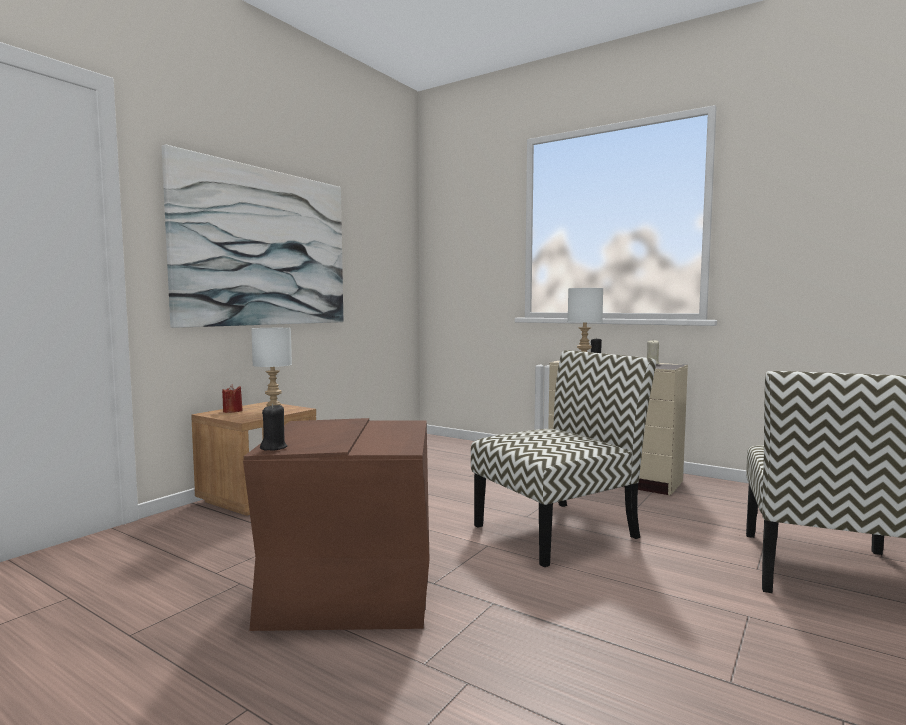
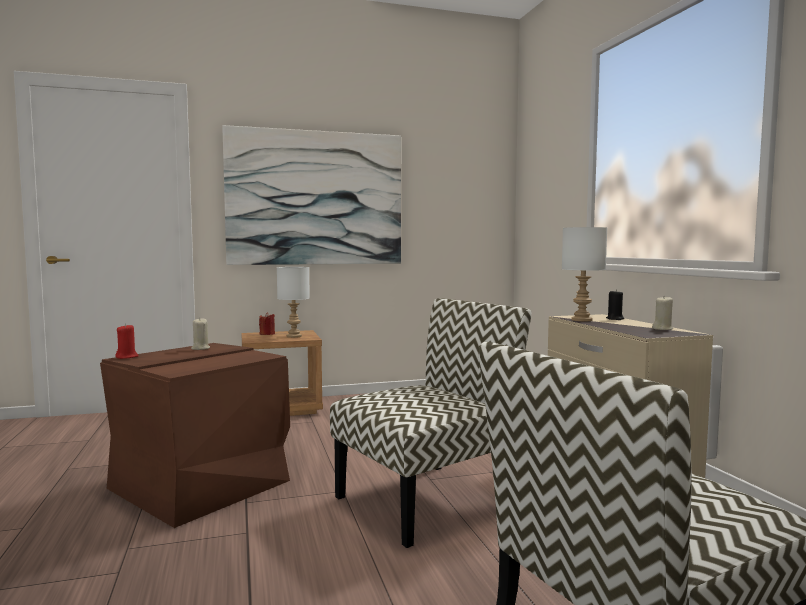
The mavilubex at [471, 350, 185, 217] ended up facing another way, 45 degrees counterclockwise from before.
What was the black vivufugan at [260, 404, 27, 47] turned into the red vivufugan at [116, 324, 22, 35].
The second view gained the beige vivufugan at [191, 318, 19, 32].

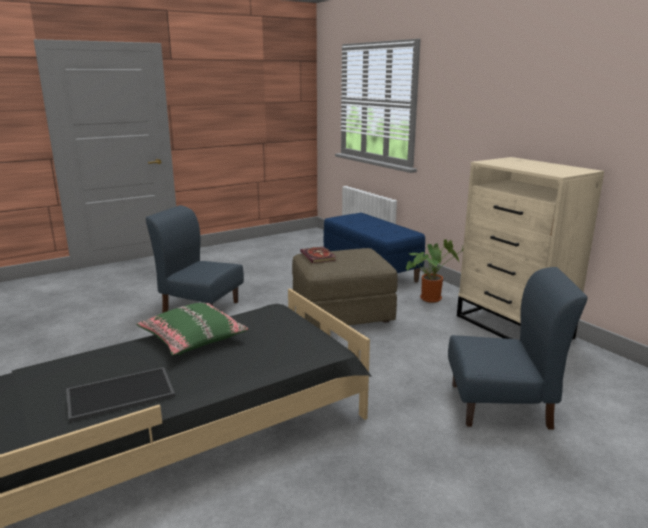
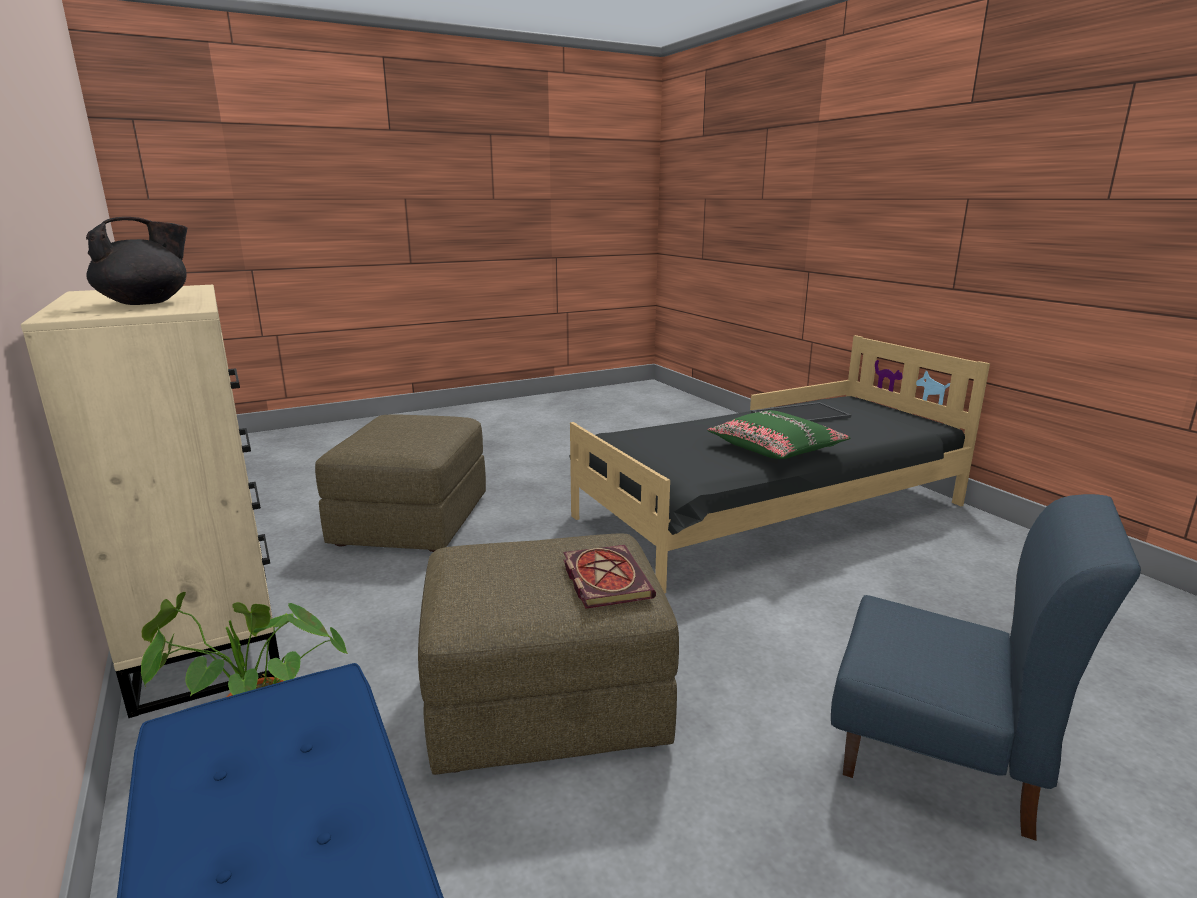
Where the blue mavilubex stood at [448, 267, 140, 162], the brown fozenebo came to stand at [315, 415, 171, 137].
The second view gained the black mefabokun at [86, 217, 101, 88].

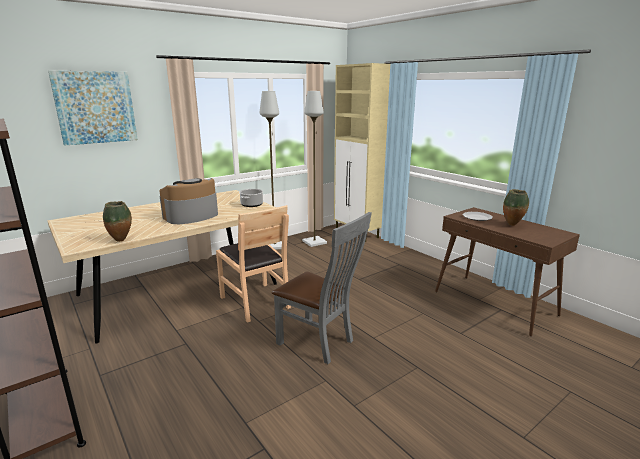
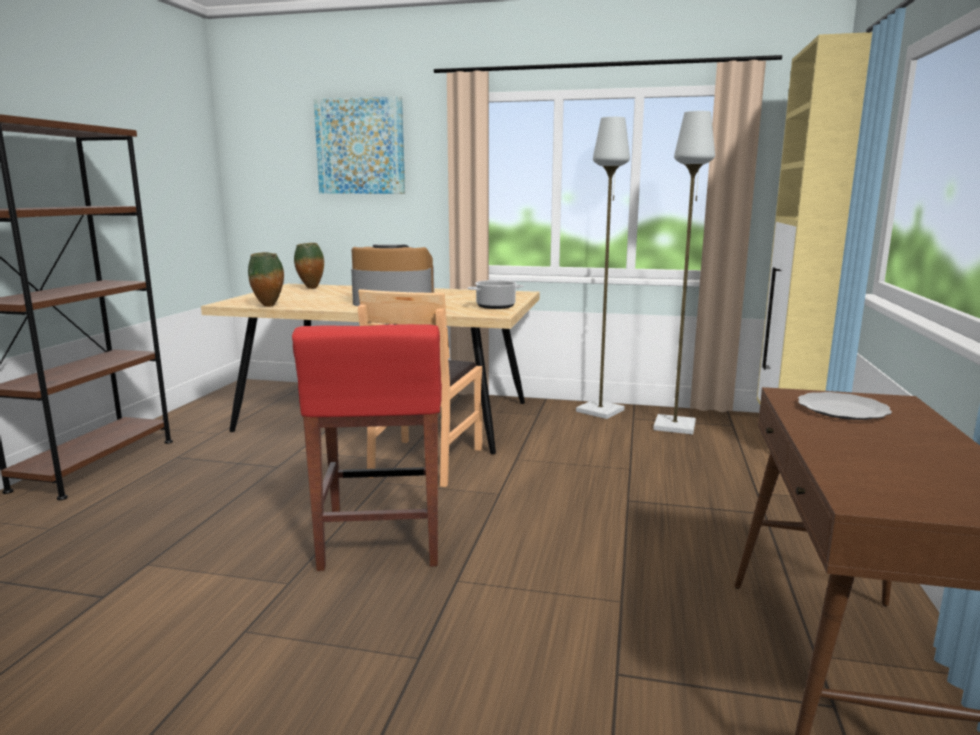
The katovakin ended up elsewhere, having gone from [503, 189, 26, 37] to [294, 243, 30, 46].
Where the grey mavilubex stood at [272, 212, 100, 152], the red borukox came to stand at [292, 324, 150, 247].

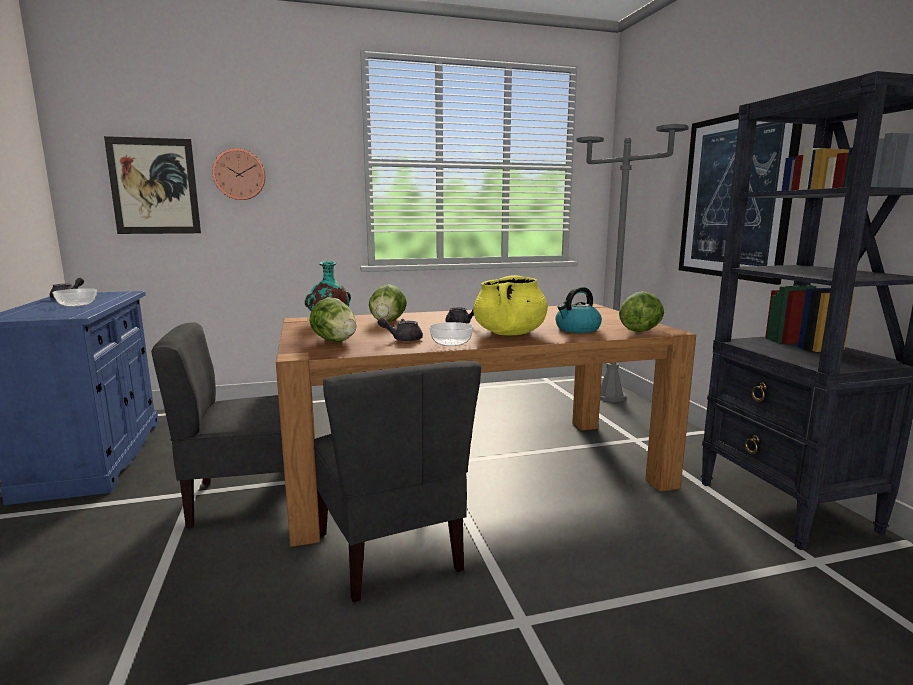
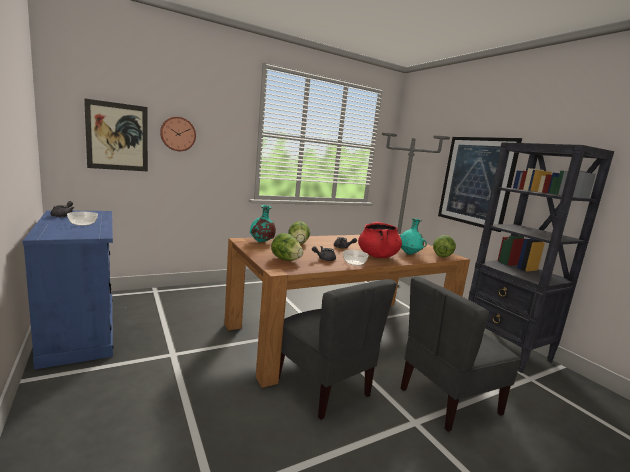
What was the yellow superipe at [473, 275, 75, 60] turned into the red superipe at [358, 222, 44, 36].
Where the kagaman stood at [556, 287, 46, 46], the turquoise katovakin came to stand at [399, 218, 28, 37].
The grey mavilubex ended up elsewhere, having gone from [151, 322, 133, 207] to [401, 276, 120, 156].

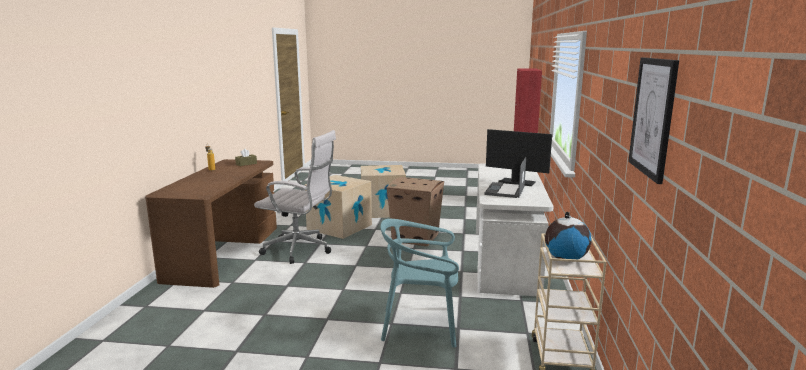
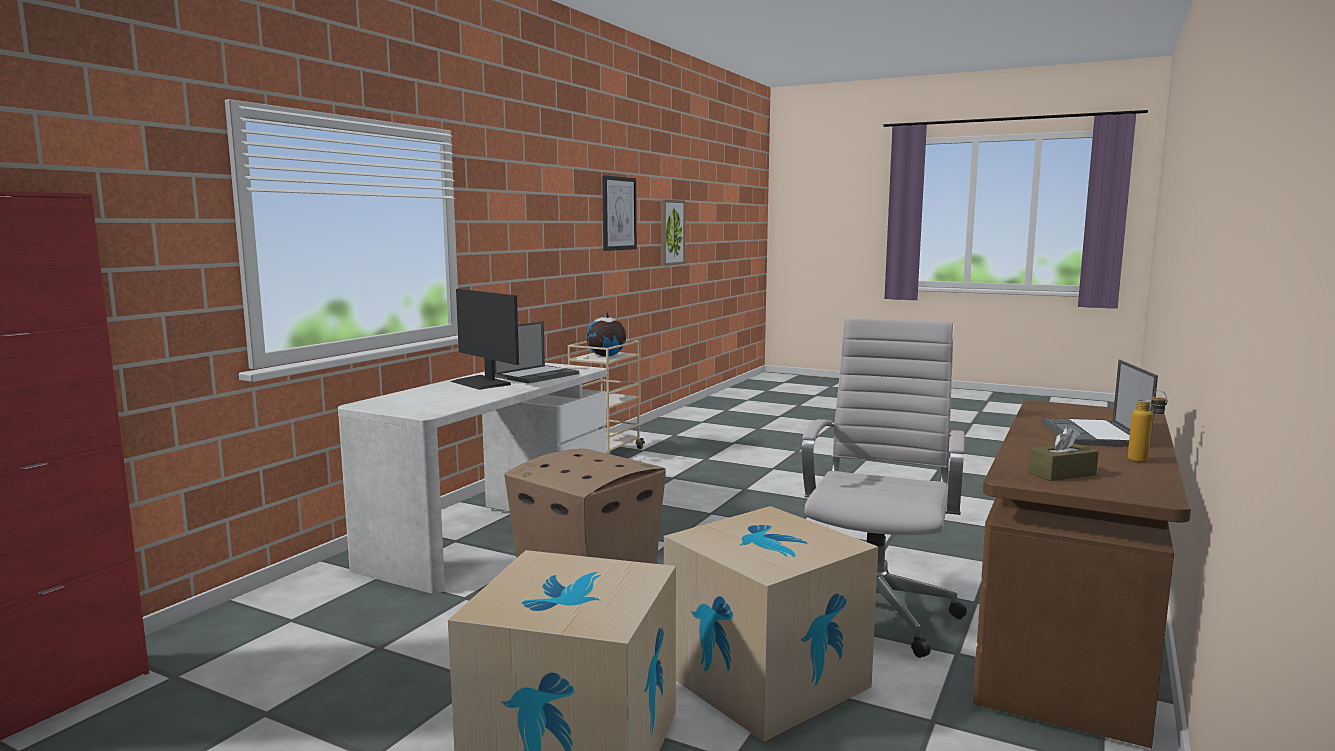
The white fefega at [254, 130, 82, 134] ended up facing another way, 75 degrees clockwise from before.
The second view lost the turquoise mavilubex at [380, 219, 79, 128].
The second view gained the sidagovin at [661, 200, 24, 66].
The second view gained the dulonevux at [1041, 359, 117, 88].

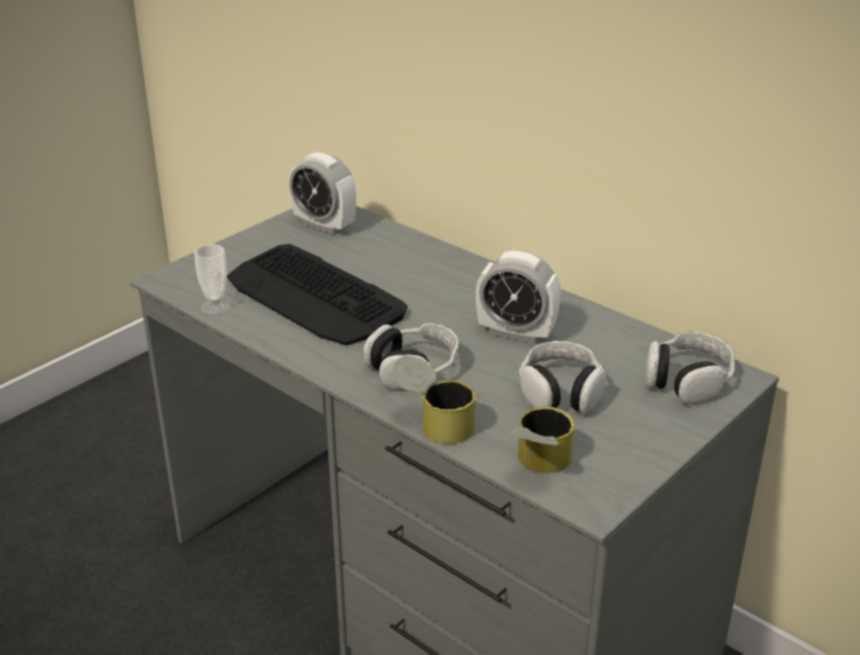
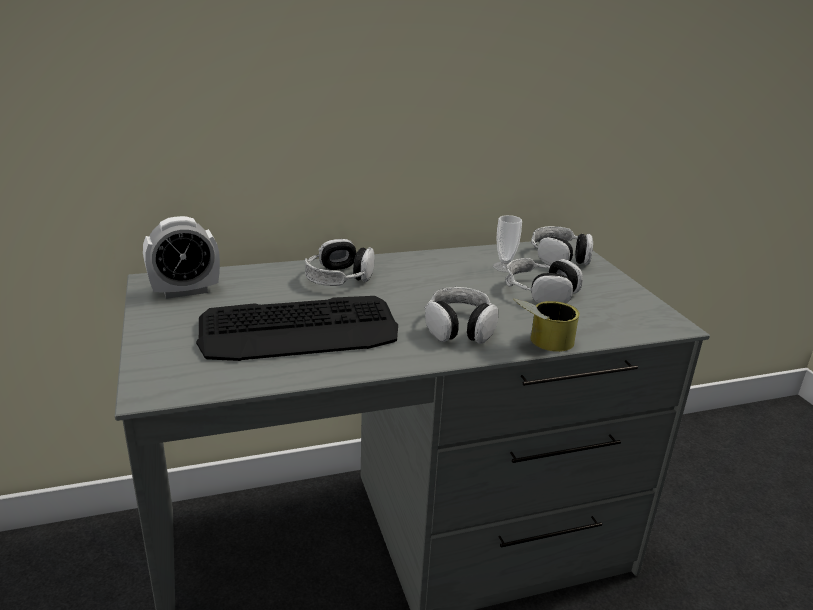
The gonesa ended up elsewhere, having gone from [194, 244, 37, 71] to [493, 215, 29, 57].
The second view lost the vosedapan at [476, 251, 85, 93].
The second view lost the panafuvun at [510, 407, 65, 66].
The second view gained the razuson at [305, 239, 70, 47].

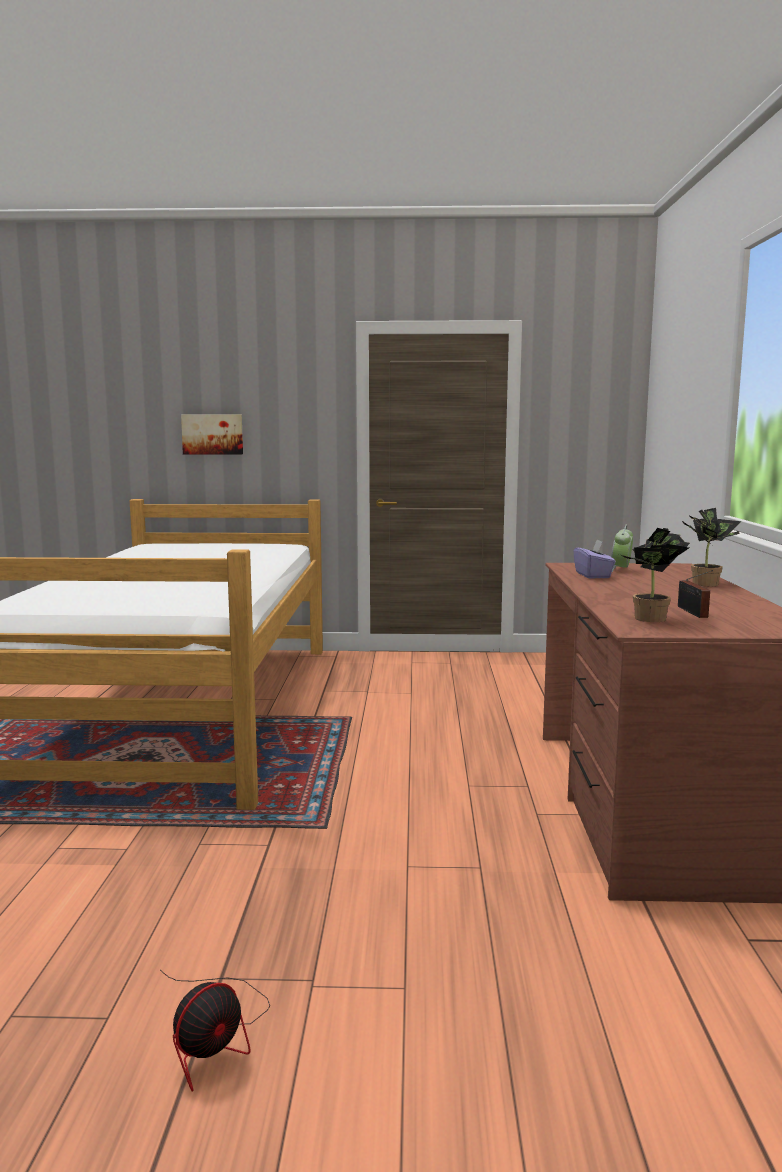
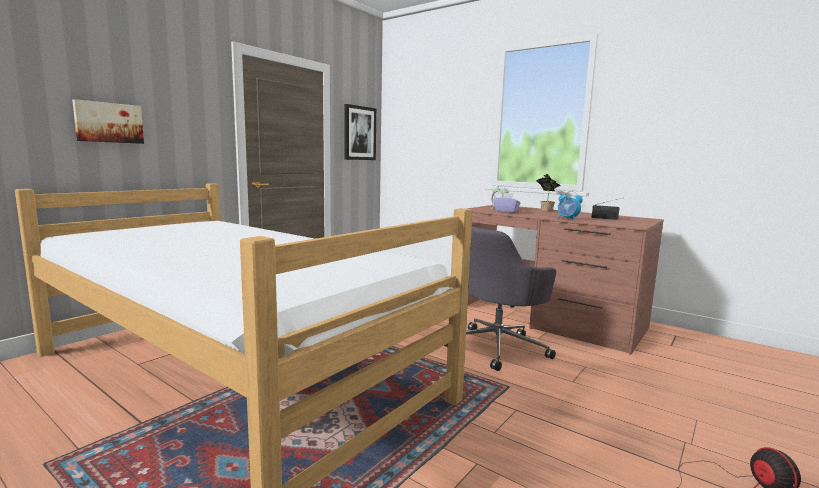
The second view lost the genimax at [619, 528, 71, 94].
The second view gained the sidagovin at [345, 104, 31, 56].
The second view gained the vosedapan at [558, 191, 25, 29].
The second view gained the grey fefega at [444, 227, 112, 144].

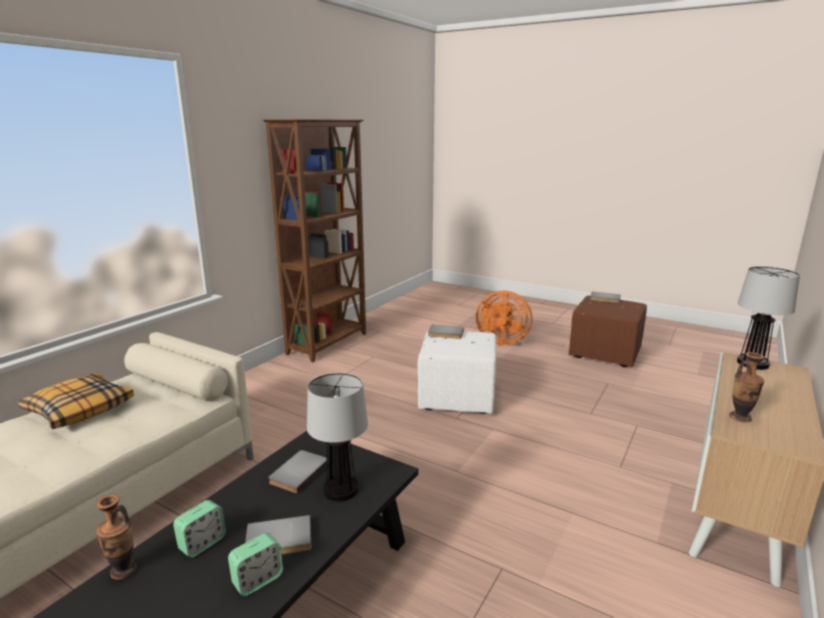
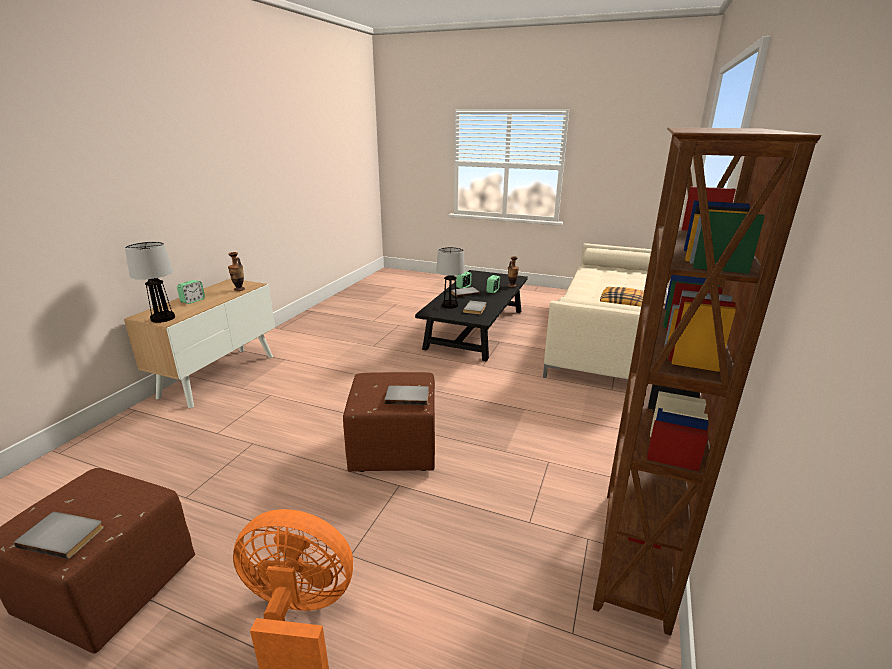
What was the white fozenebo at [417, 330, 79, 84] turned into the brown fozenebo at [343, 372, 92, 100].
The second view gained the vosedapan at [177, 280, 28, 24].

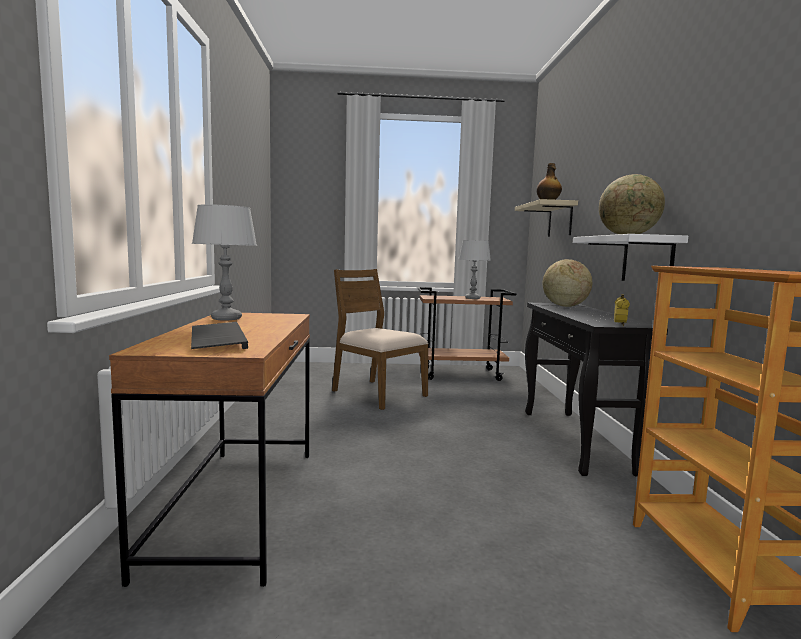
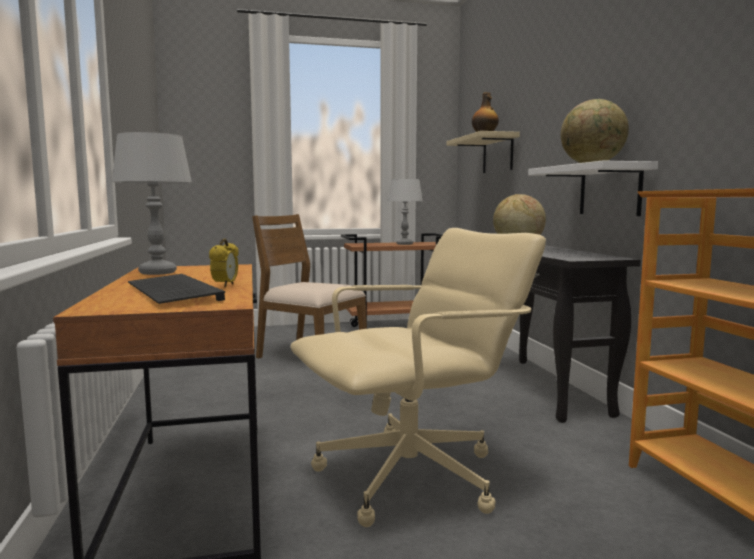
The vosedapan ended up elsewhere, having gone from [614, 294, 16, 32] to [209, 239, 30, 48].
The second view gained the beige fefega at [290, 228, 256, 299].

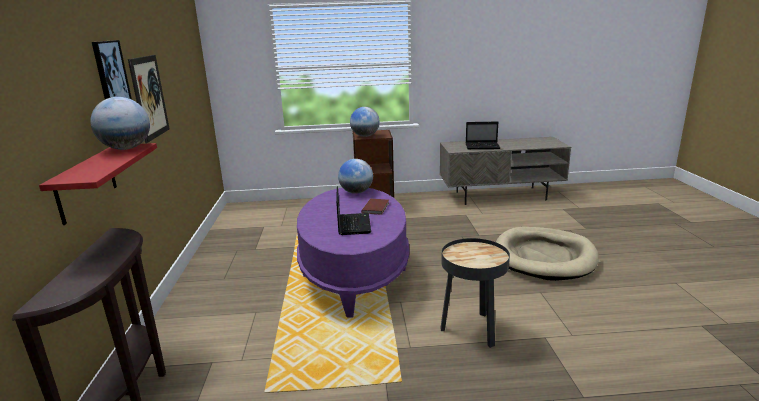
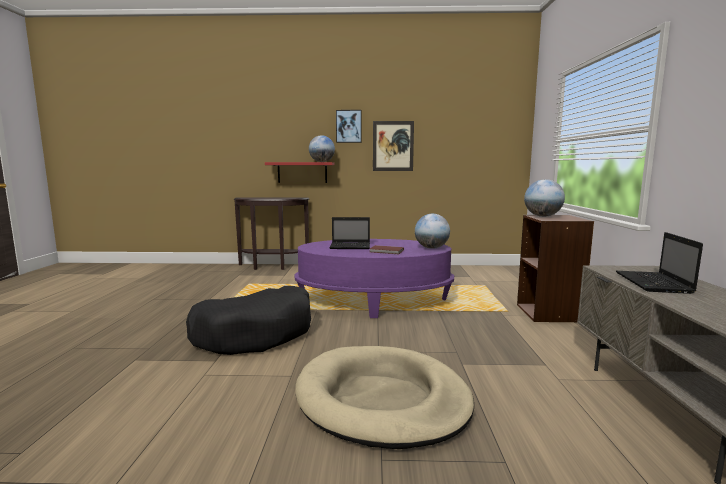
Where the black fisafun stood at [440, 238, 70, 110], the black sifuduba came to stand at [186, 286, 125, 69].

